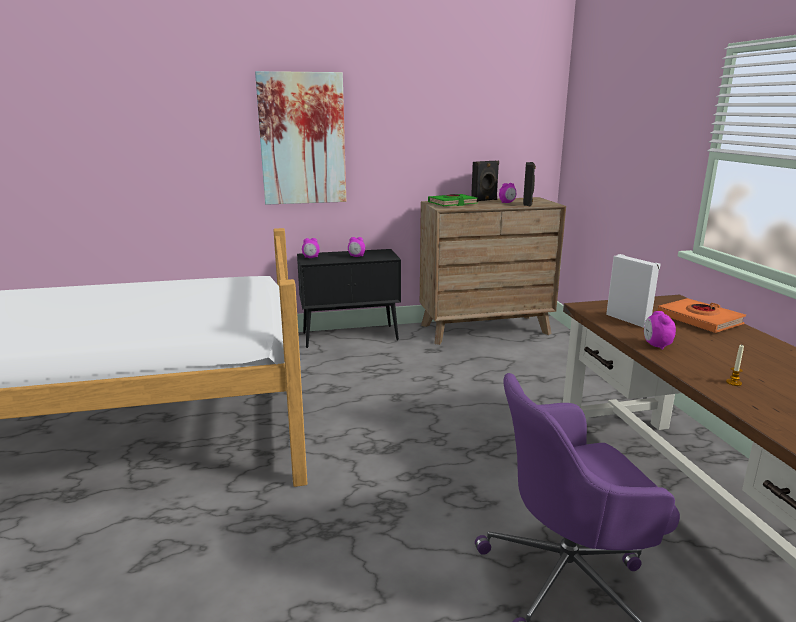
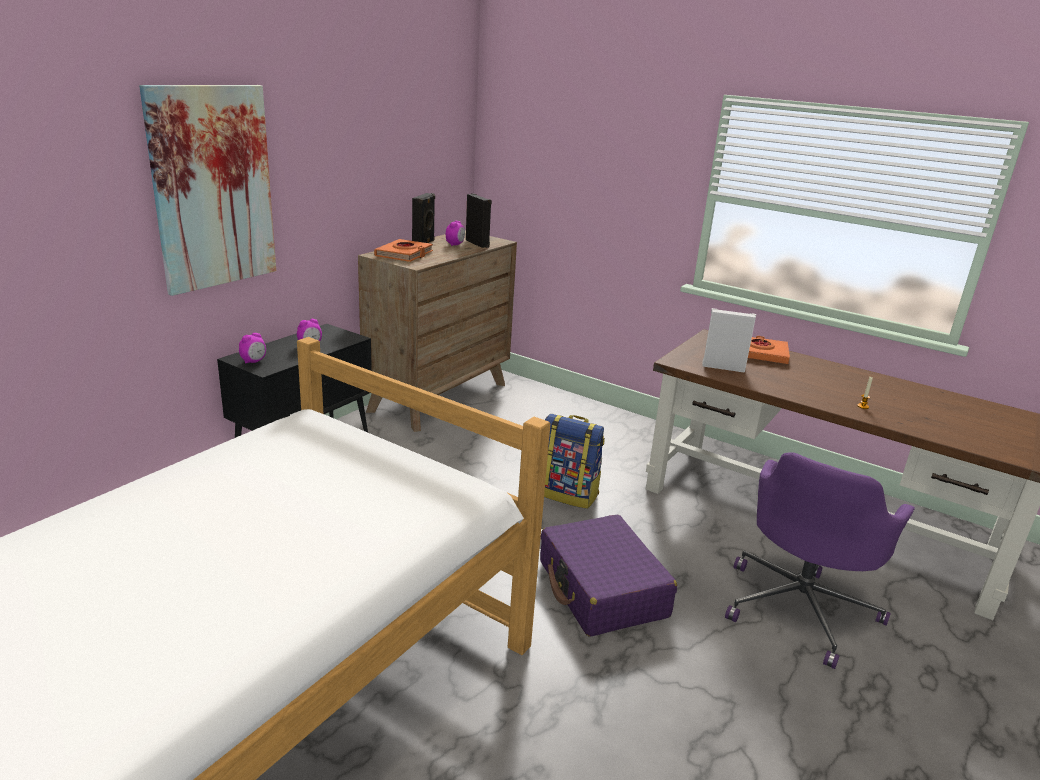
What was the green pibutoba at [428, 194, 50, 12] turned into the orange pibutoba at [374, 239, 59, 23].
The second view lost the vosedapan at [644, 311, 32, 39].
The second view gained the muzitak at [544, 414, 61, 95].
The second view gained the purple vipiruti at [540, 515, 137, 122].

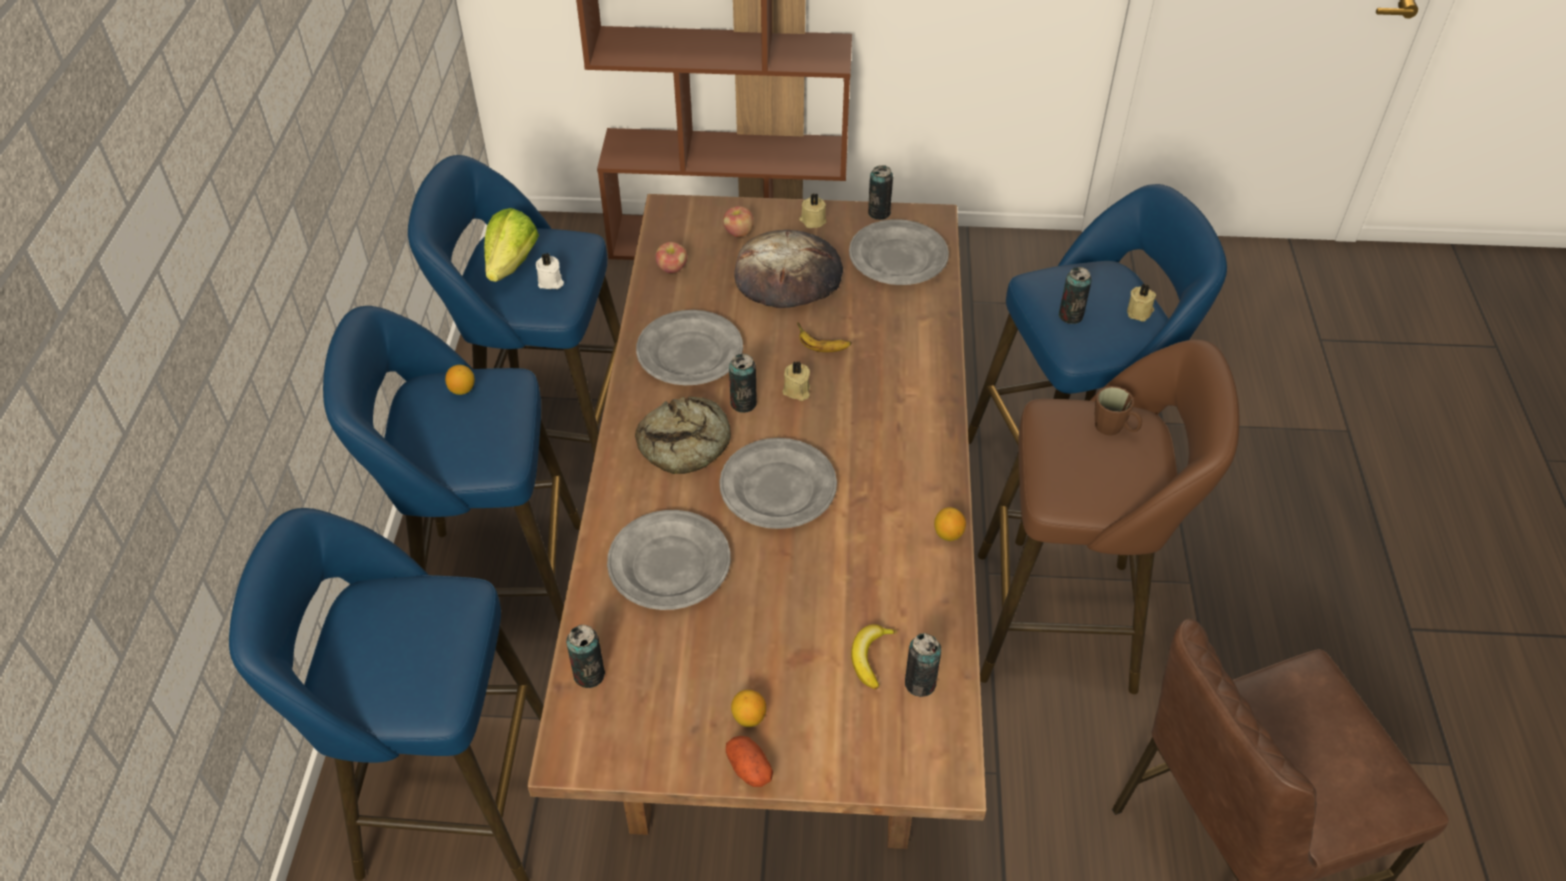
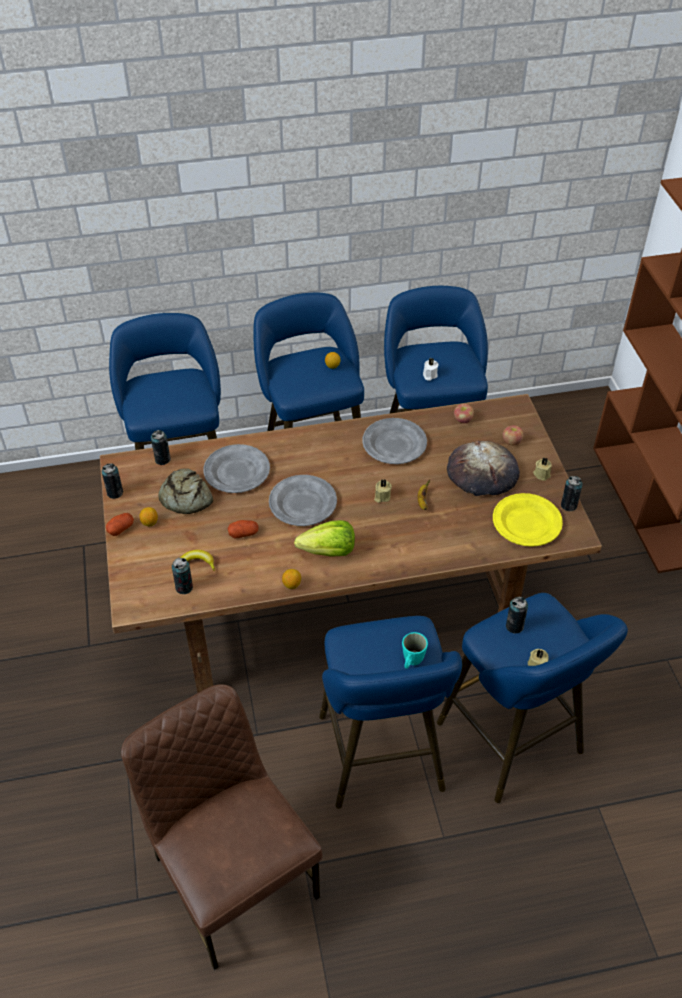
The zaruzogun ended up elsewhere, having gone from [484, 208, 55, 74] to [294, 520, 61, 37].
What was the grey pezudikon at [849, 219, 100, 66] turned into the yellow pezudikon at [493, 493, 70, 54].
What was the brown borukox at [978, 339, 261, 355] turned into the blue borukox at [319, 616, 143, 193].
The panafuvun ended up elsewhere, having gone from [729, 354, 28, 59] to [102, 463, 21, 36].
What was the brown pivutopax at [1095, 386, 47, 50] turned into the turquoise pivutopax at [402, 632, 26, 37].
The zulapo ended up elsewhere, having gone from [635, 396, 96, 78] to [159, 468, 55, 46].
The second view gained the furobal at [228, 520, 31, 18].

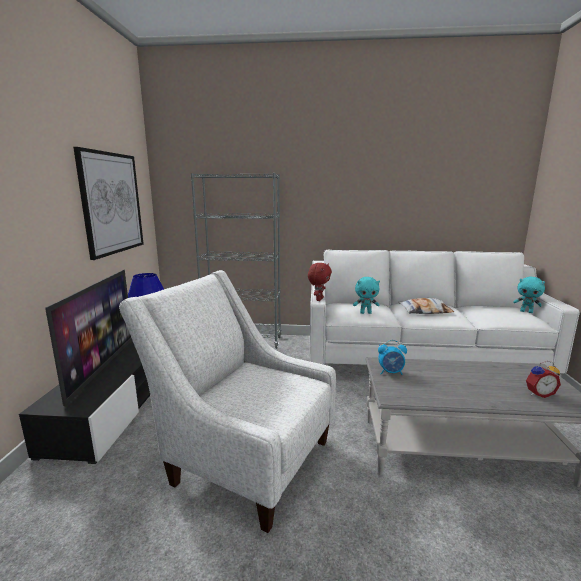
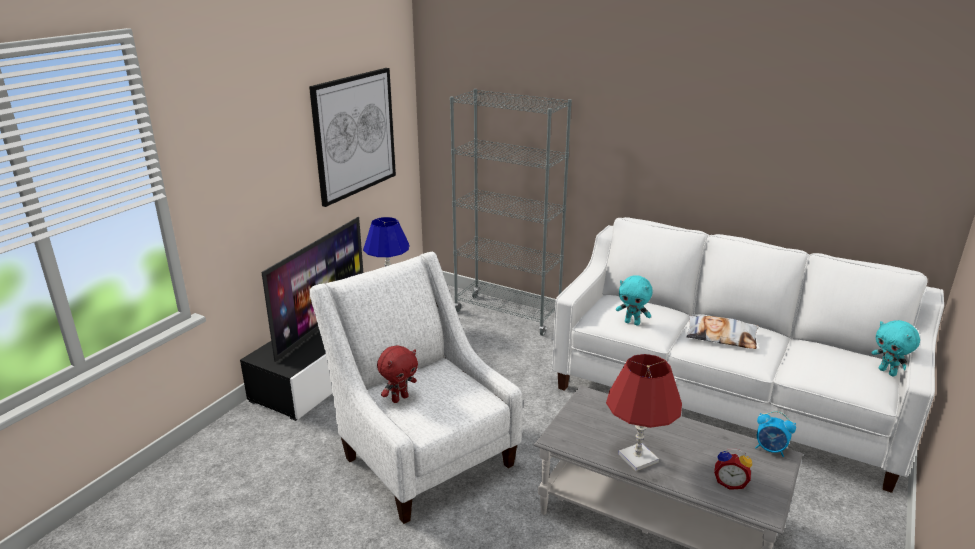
The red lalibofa ended up elsewhere, having gone from [308, 263, 24, 38] to [377, 345, 41, 58].
The vosedapan ended up elsewhere, having gone from [378, 340, 29, 35] to [755, 411, 41, 46].
The second view gained the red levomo at [606, 354, 76, 117].

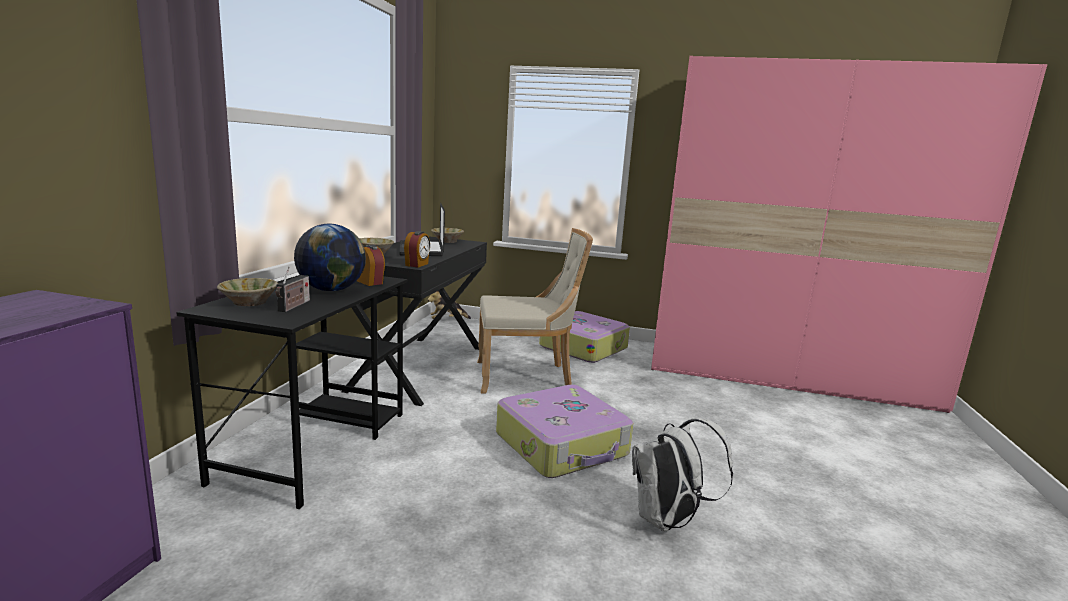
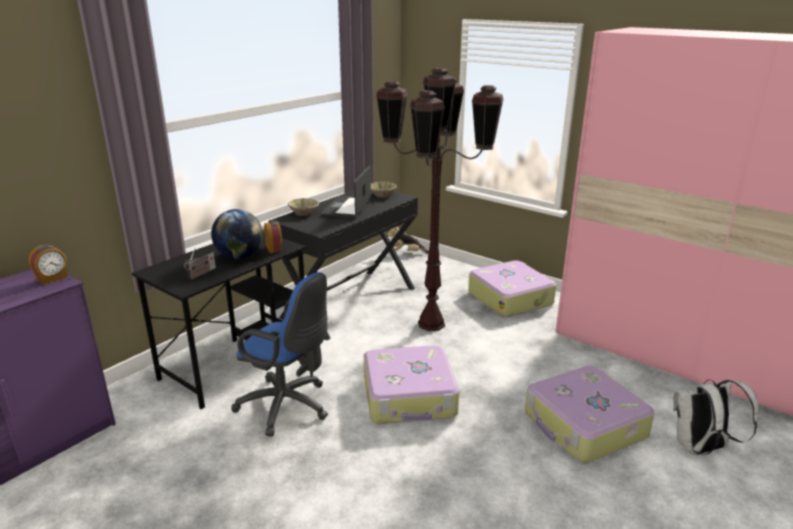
Where the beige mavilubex stood at [477, 228, 116, 165], the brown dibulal came to stand at [376, 68, 127, 263].
The vosedapan ended up elsewhere, having gone from [404, 231, 26, 37] to [29, 245, 38, 40].
The second view lost the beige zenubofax at [217, 278, 61, 28].
The white muzitak ended up elsewhere, having gone from [632, 418, 101, 113] to [673, 379, 85, 76].
The second view gained the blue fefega at [231, 272, 97, 164].
The second view gained the vipiruti at [525, 366, 130, 97].

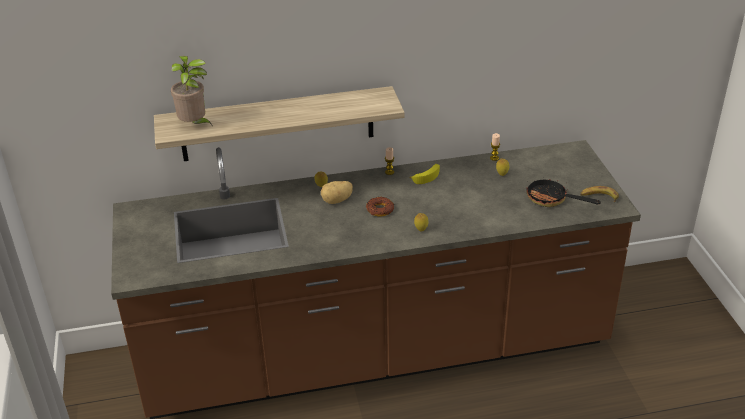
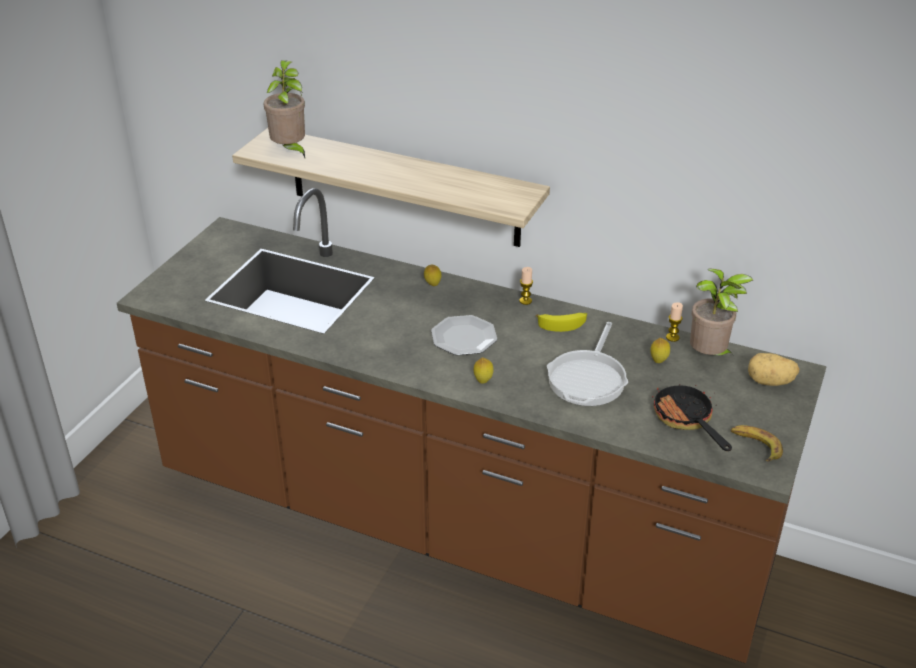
The furobal ended up elsewhere, having gone from [321, 181, 32, 23] to [748, 353, 51, 33].
Where the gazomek stood at [366, 197, 28, 19], the pezudikon came to stand at [431, 315, 66, 40].
The second view gained the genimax at [690, 268, 63, 88].
The second view gained the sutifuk at [547, 322, 81, 84].

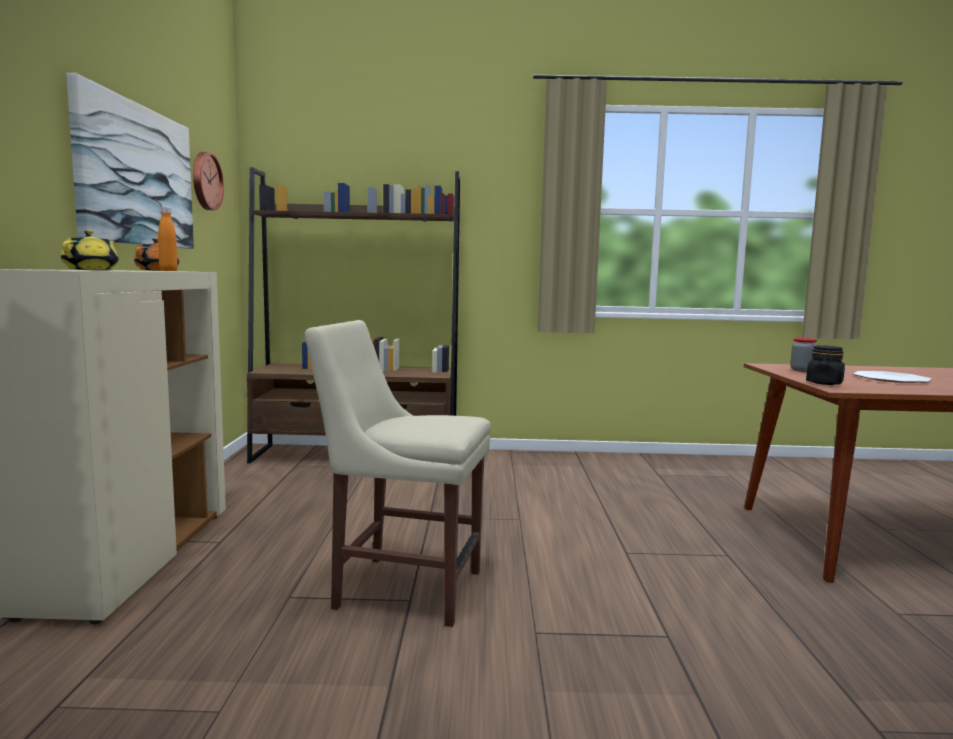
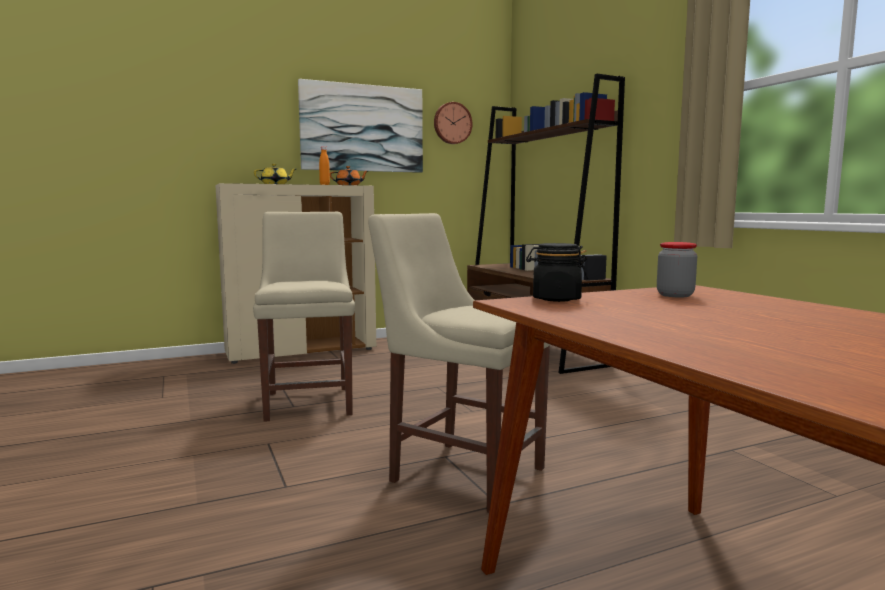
The second view lost the pezudikon at [853, 371, 78, 12].
The second view gained the beige mavilubex at [368, 213, 182, 300].

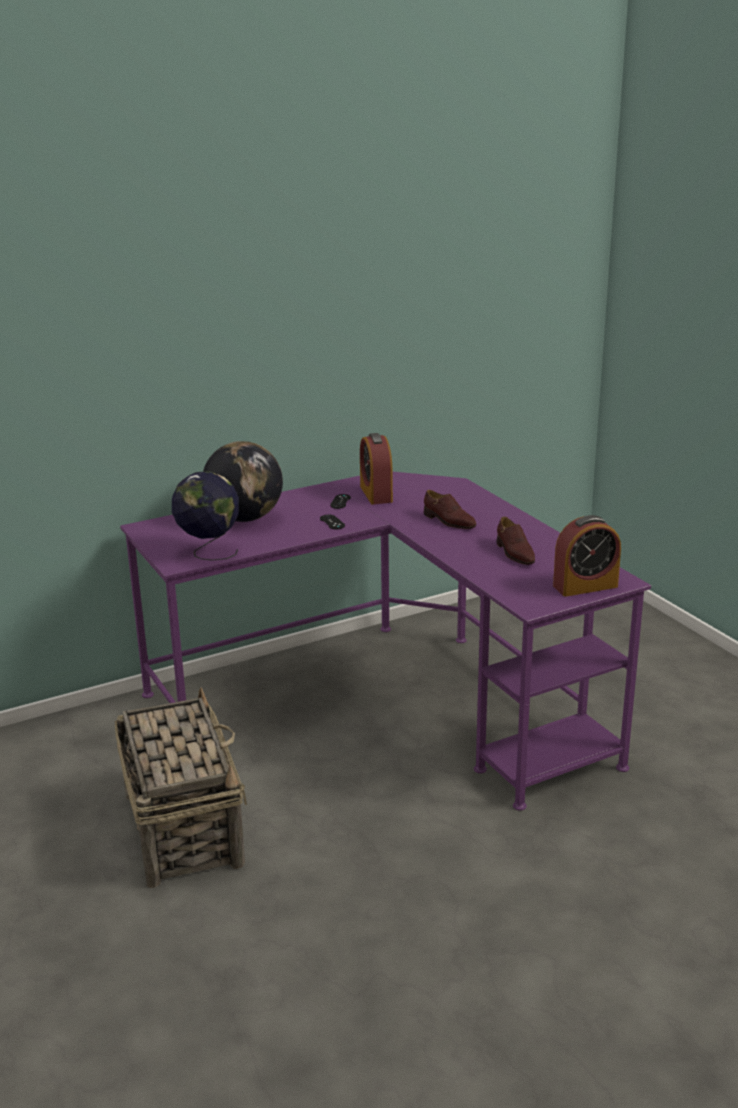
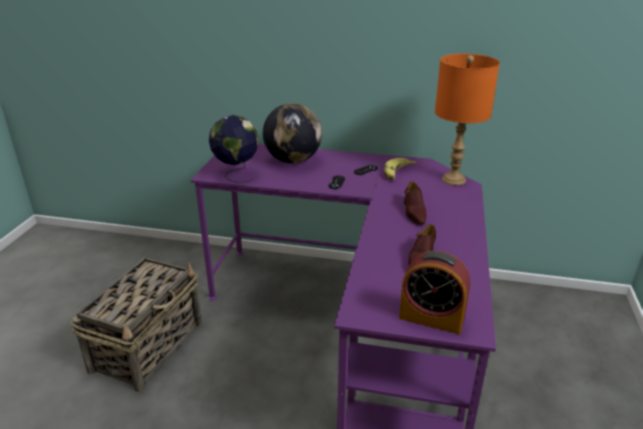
Where the vosedapan stood at [360, 433, 33, 72], the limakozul came to stand at [384, 158, 33, 22].
The second view gained the orange levomo at [435, 54, 65, 131].

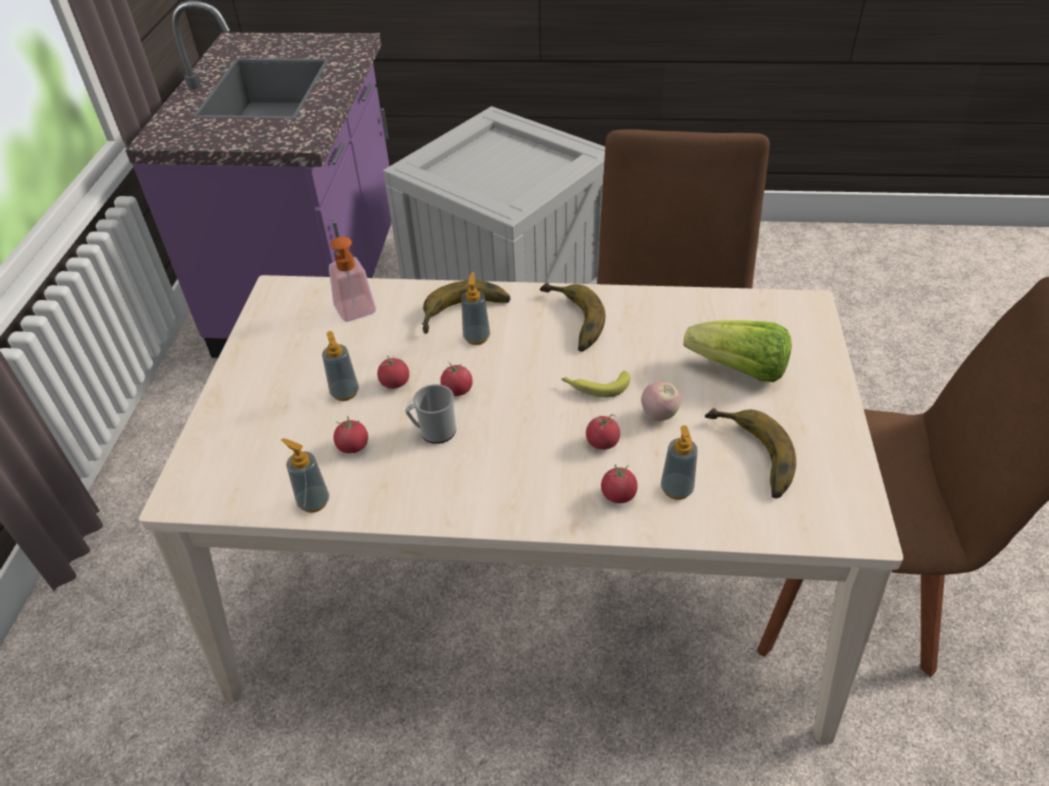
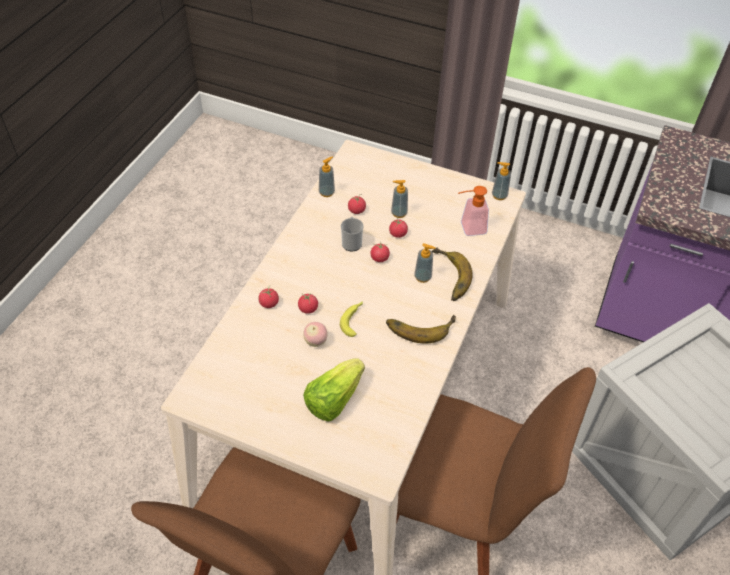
The second view lost the limakozul at [705, 408, 91, 91].
The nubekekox ended up elsewhere, having gone from [661, 425, 37, 75] to [492, 162, 19, 38].

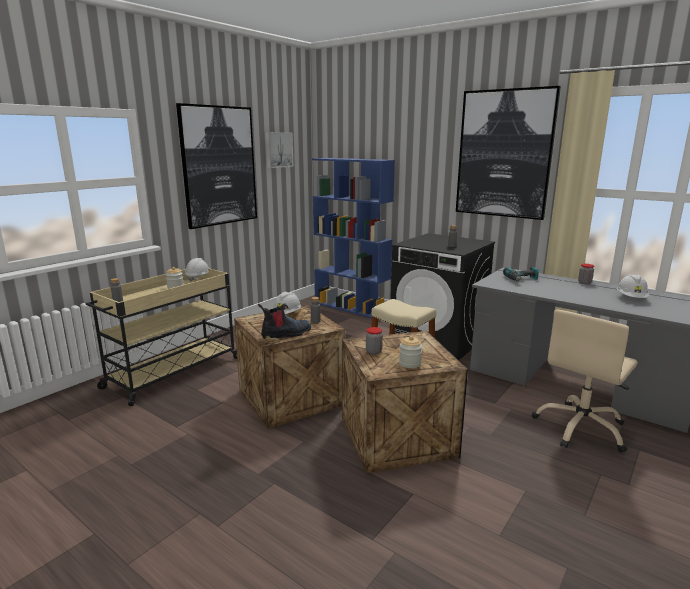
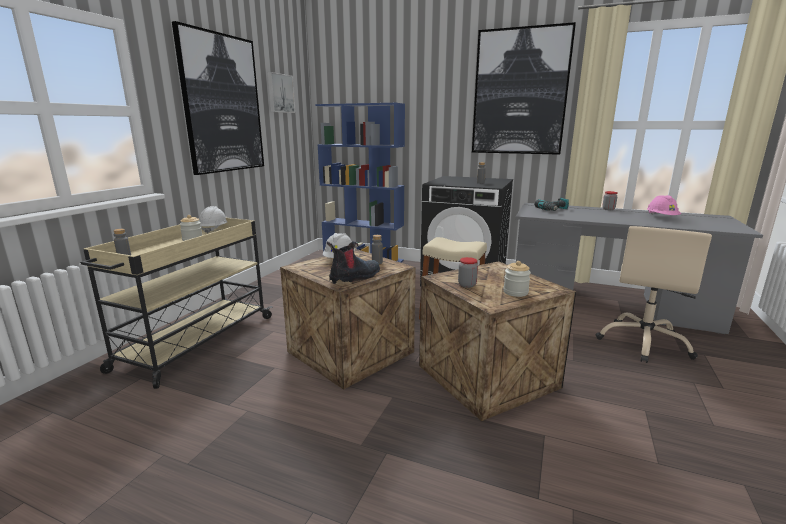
What was the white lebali at [617, 275, 32, 23] turned into the pink lebali at [647, 195, 34, 20].

